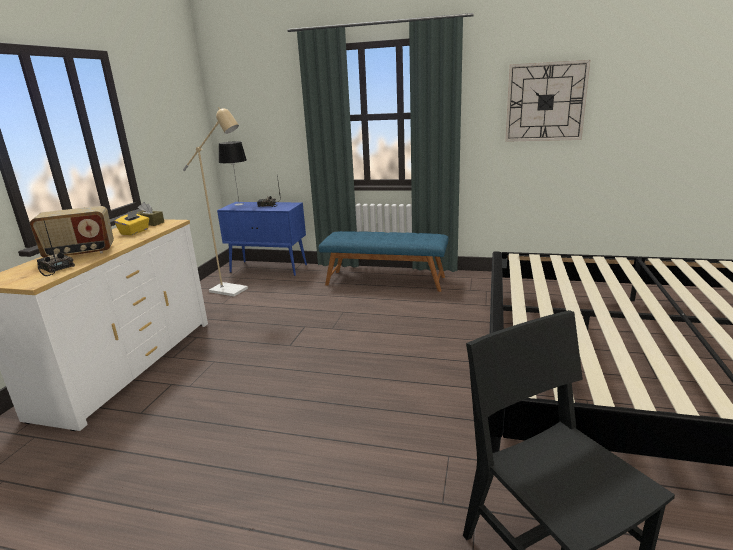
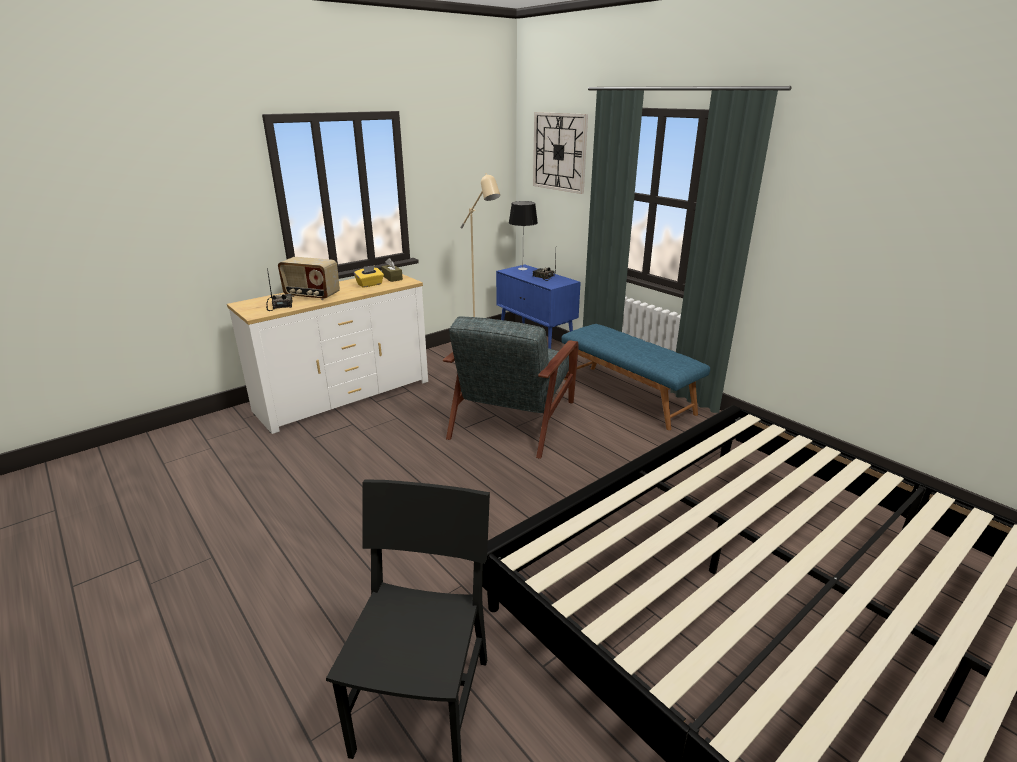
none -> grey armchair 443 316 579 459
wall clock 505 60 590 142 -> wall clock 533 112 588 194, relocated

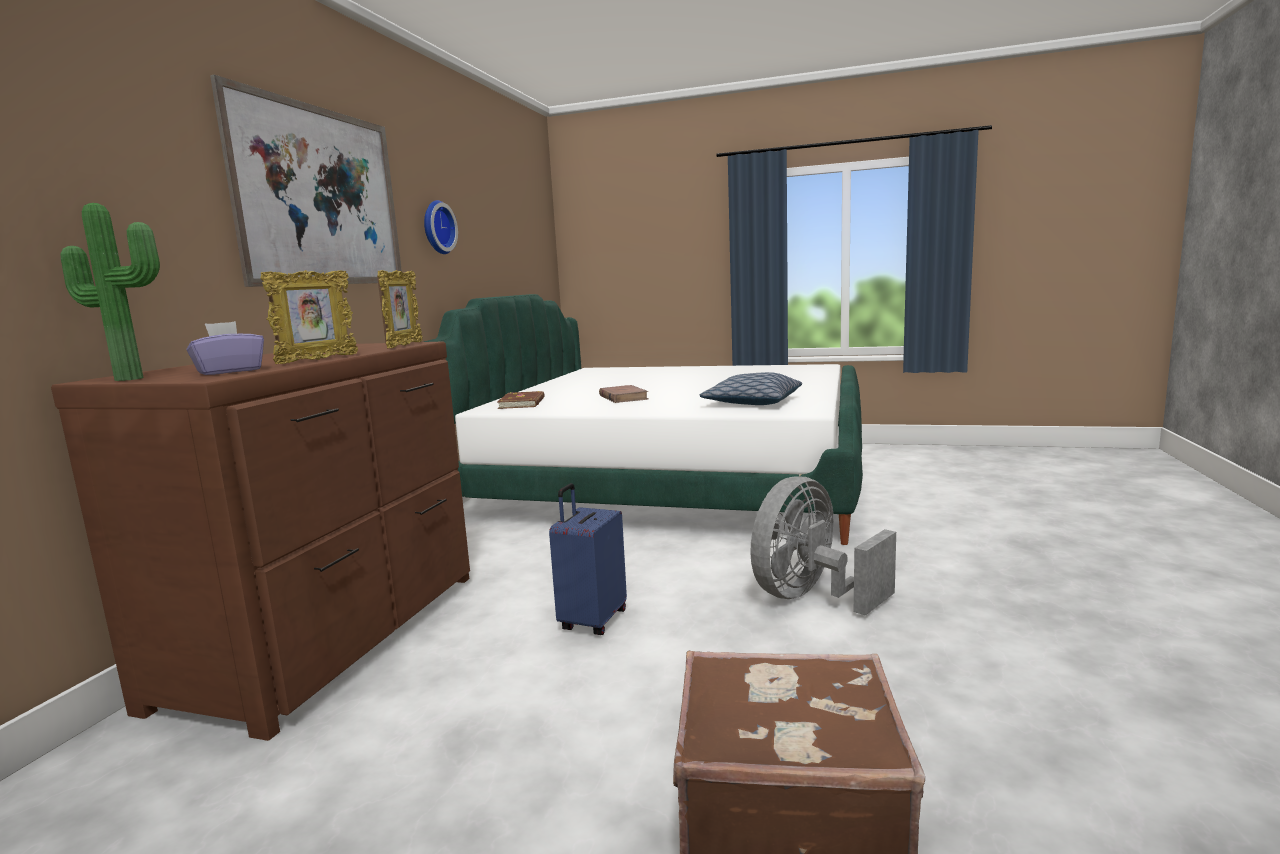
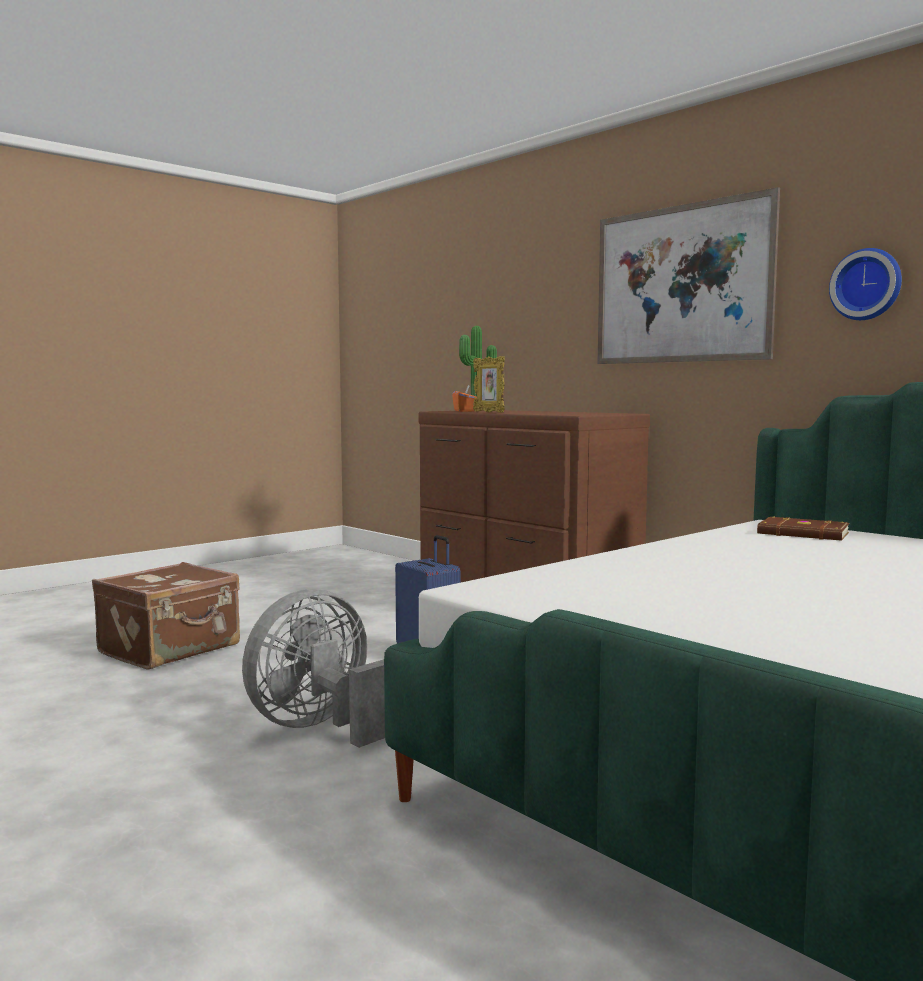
grey fan 750 476 896 616 -> grey fan 242 589 385 748, 120 degrees counterclockwise
purple tissue box 187 321 264 375 -> orange tissue box 452 385 477 412
picture frame 377 270 422 348 -> none
brown book 599 385 648 403 -> none
pillow 700 372 802 405 -> none

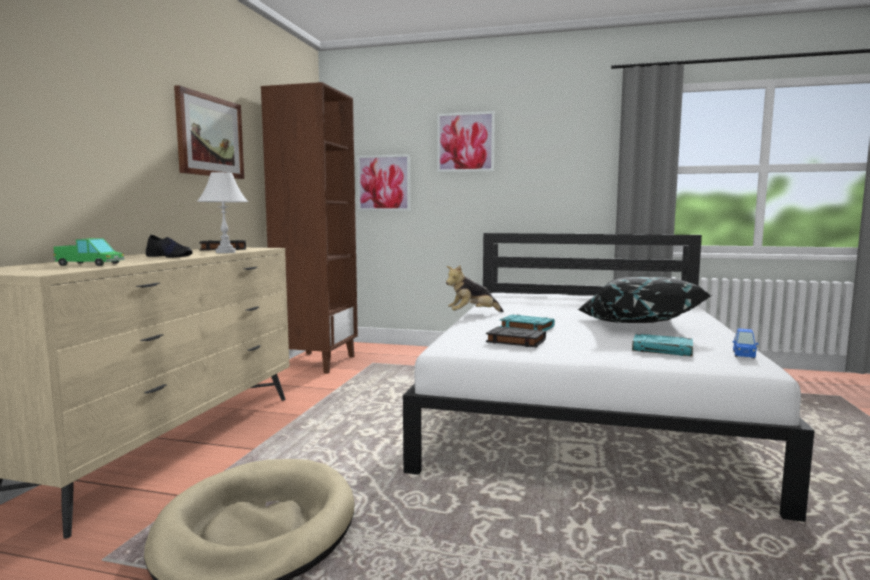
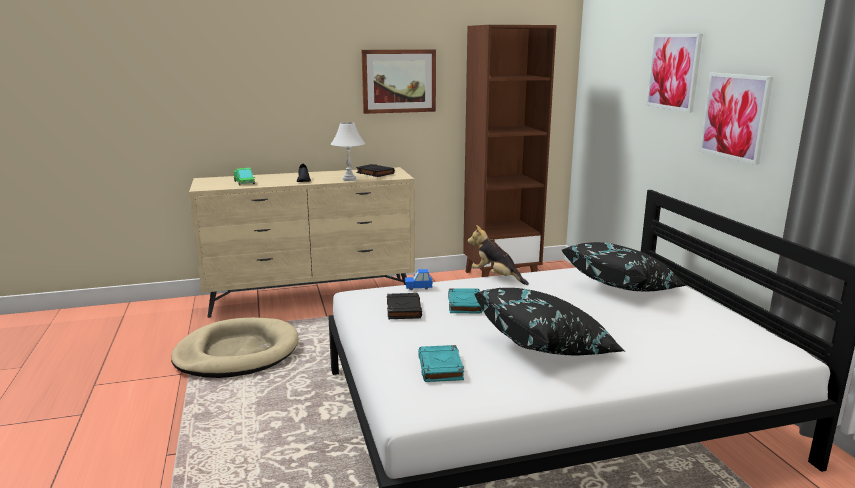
blue toy car 733 328 758 358 -> blue toy car 405 269 433 290, relocated
none -> black pillow 562 242 687 292
picture 357 154 411 211 -> picture 699 73 773 165, relocated

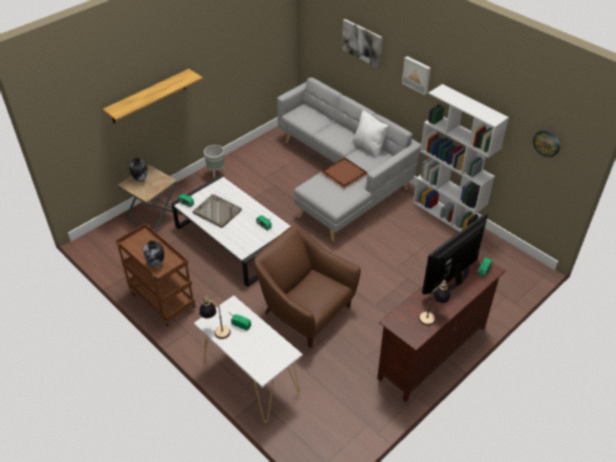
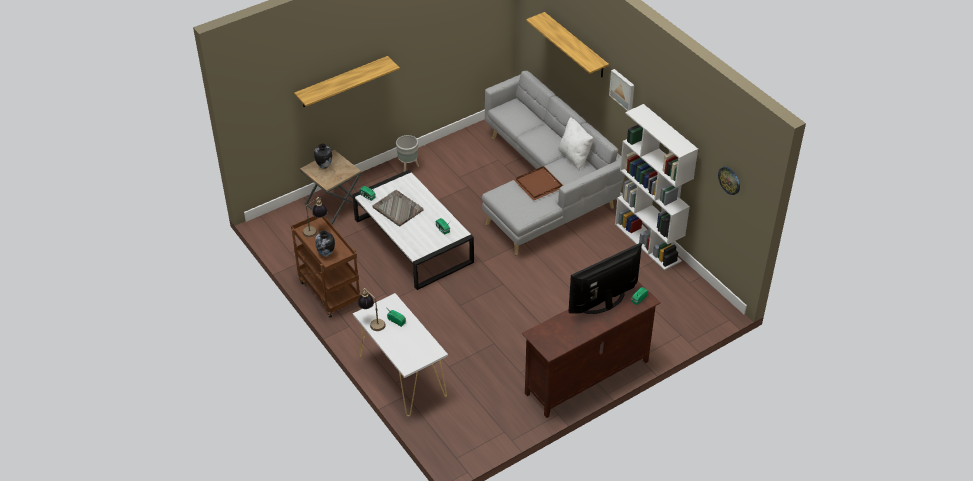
table lamp 419 279 451 326 -> table lamp 303 196 328 237, relocated
picture 342 19 383 68 -> shelf 526 12 609 77
brown armchair 254 225 361 348 -> none

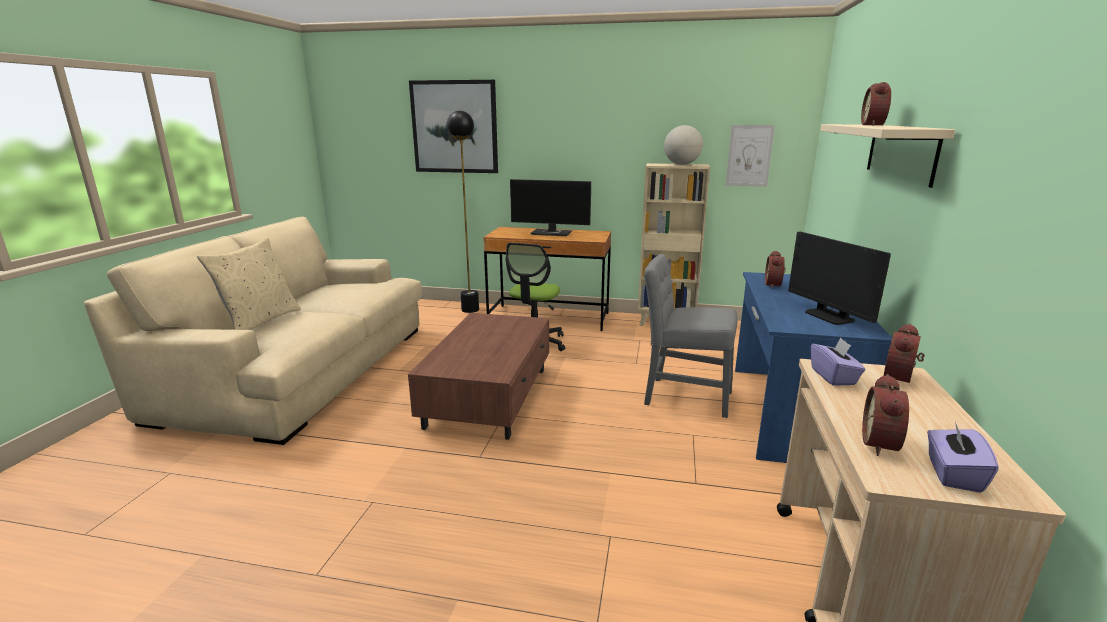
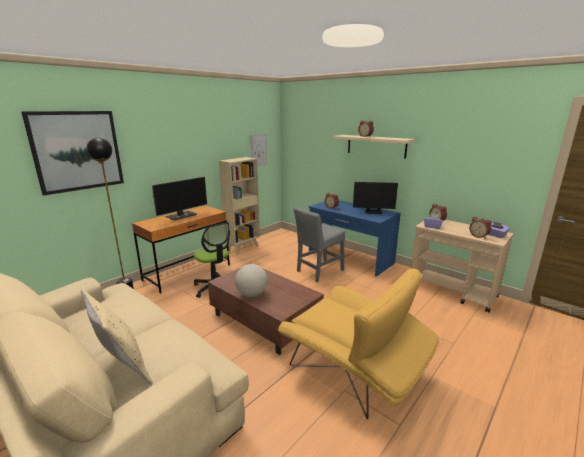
globe 664 125 703 165 -> globe 235 264 268 297, relocated
none -> yellow armchair 278 268 439 419

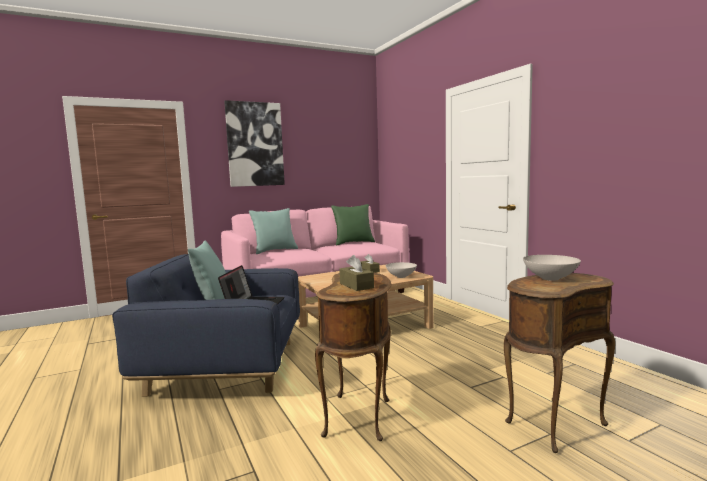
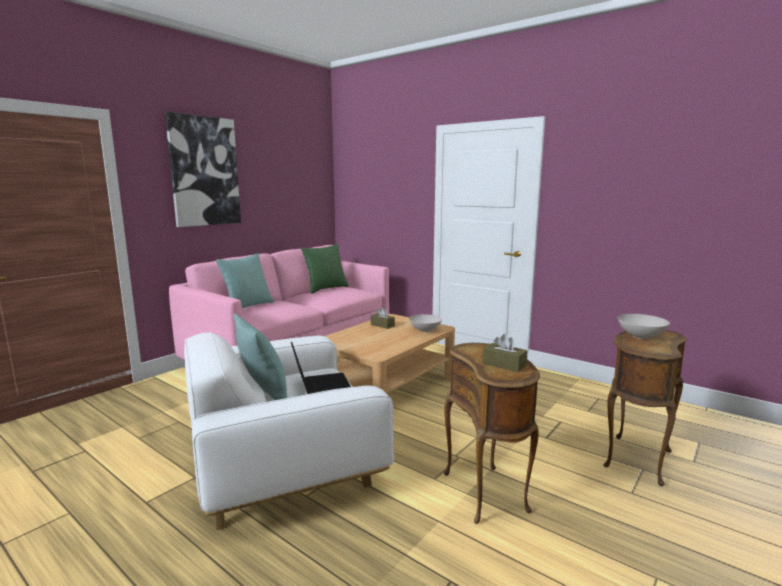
blue armchair 112 254 300 397 -> white armchair 184 332 394 530

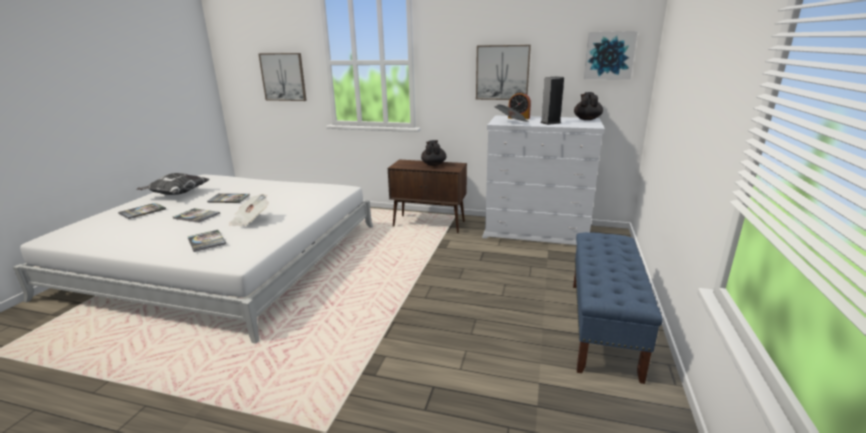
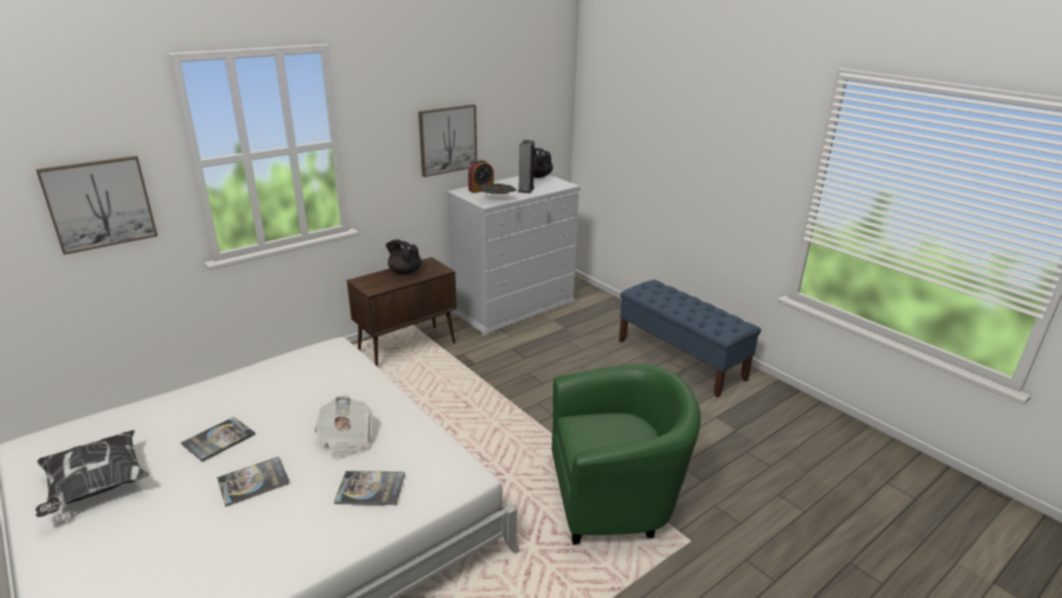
none -> green armchair 552 364 701 545
book 118 203 166 219 -> none
picture 584 31 638 79 -> none

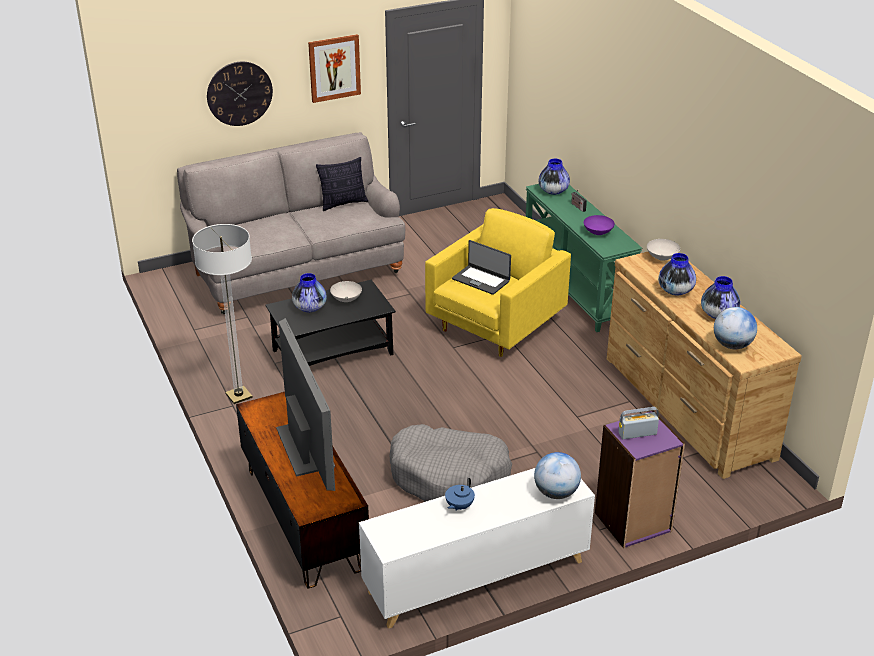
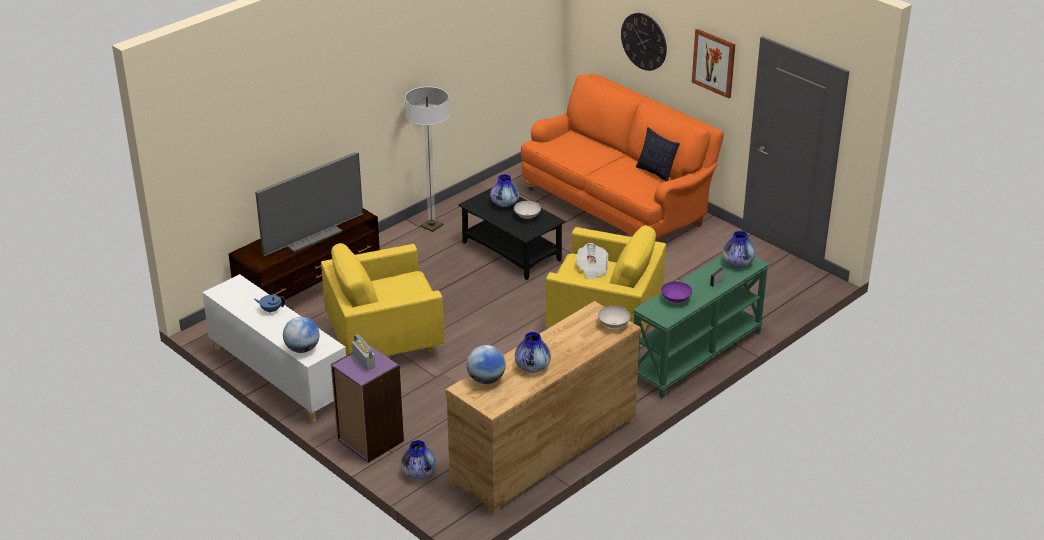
grey dog bed 390 424 512 502 -> yellow armchair 321 243 444 356
vase 658 253 696 296 -> vase 401 440 436 479, relocated
grey sofa 177 132 405 314 -> orange sofa 521 74 724 240
laptop 452 240 511 295 -> newspaper 576 243 608 280

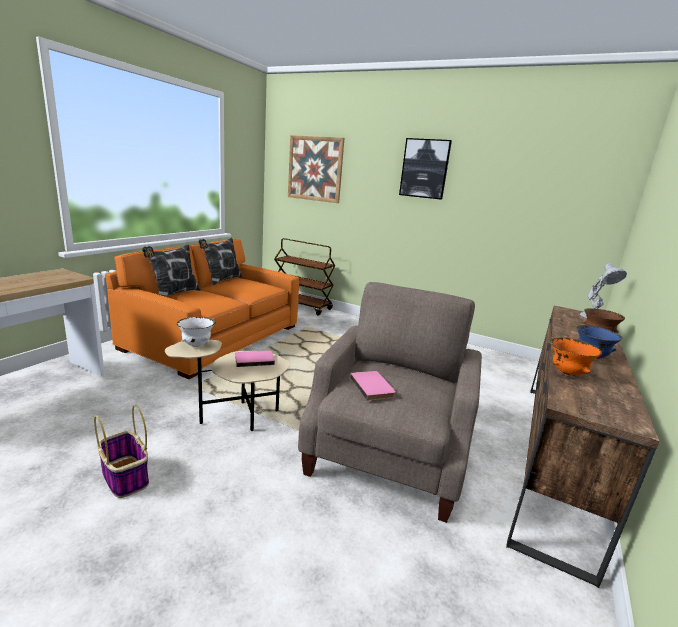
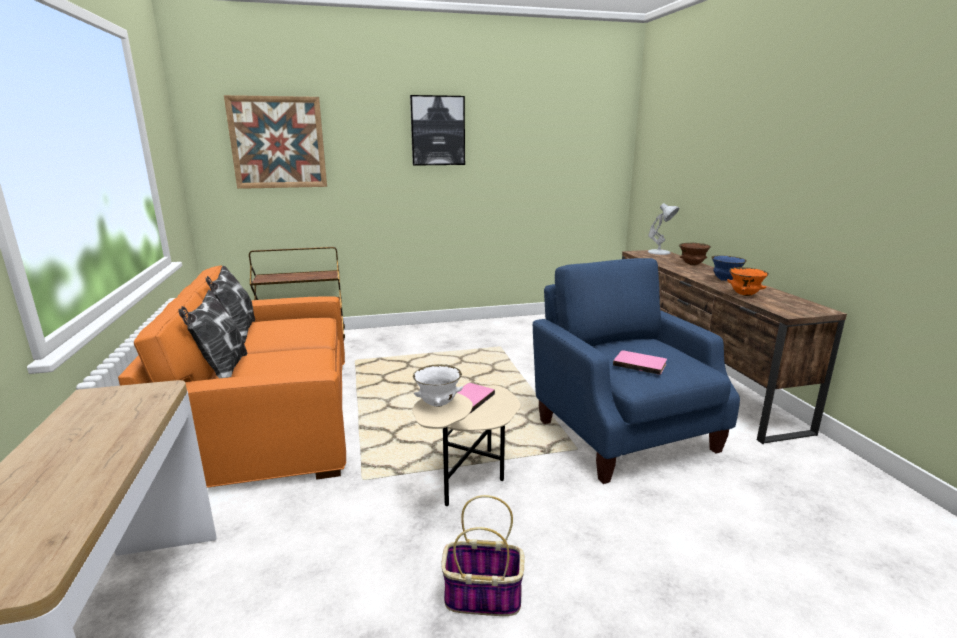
beige armchair 298 282 482 523 -> blue armchair 533 258 740 484

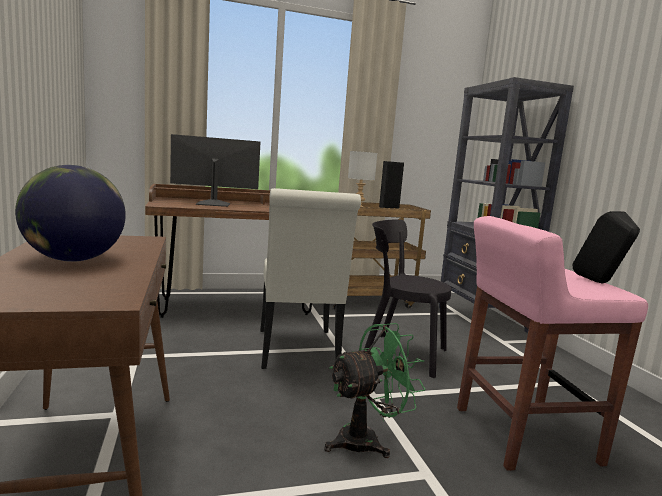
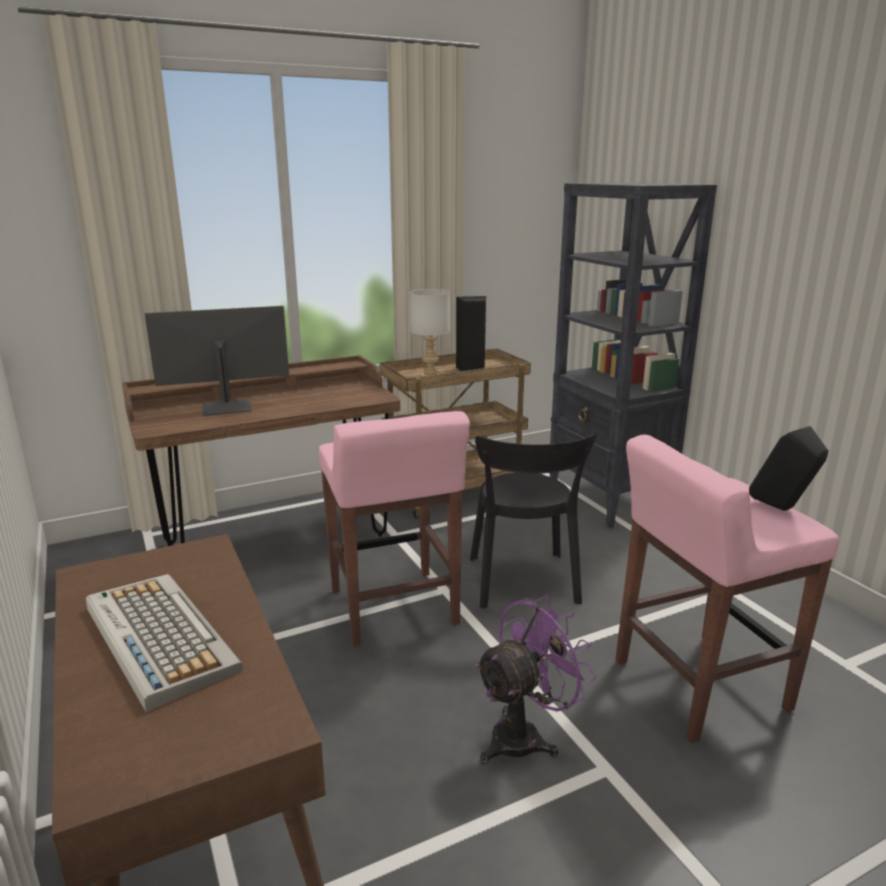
globe 15 165 126 262 -> keyboard 86 574 243 712
white chair 260 188 361 369 -> pink stool 319 411 470 646
black chair 364 219 451 378 -> black chair 470 433 597 609, 105 degrees counterclockwise
green fan 324 323 425 458 -> purple fan 474 595 596 764

